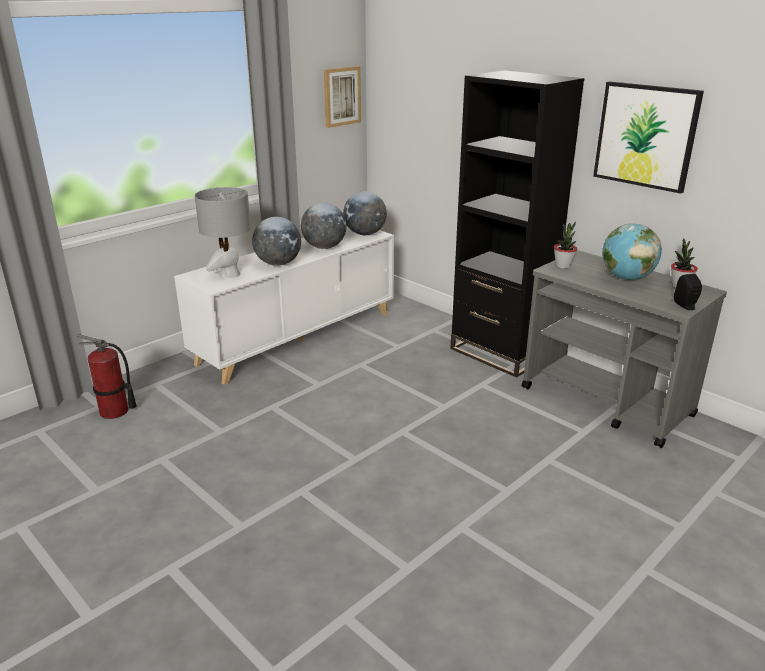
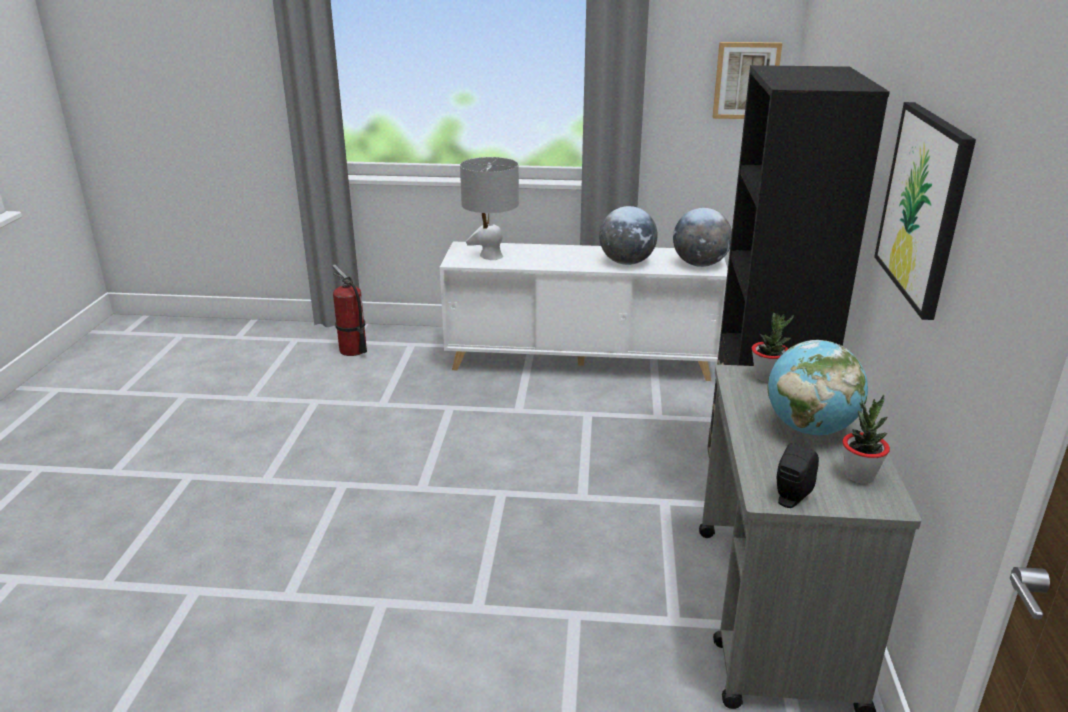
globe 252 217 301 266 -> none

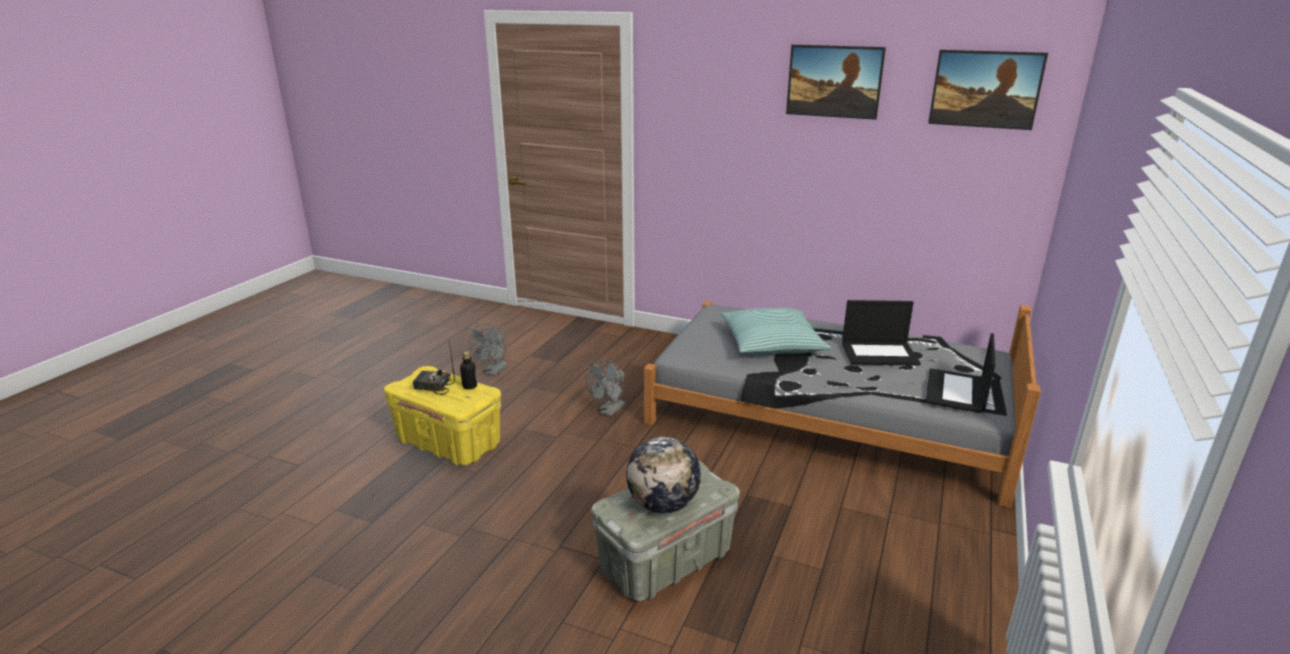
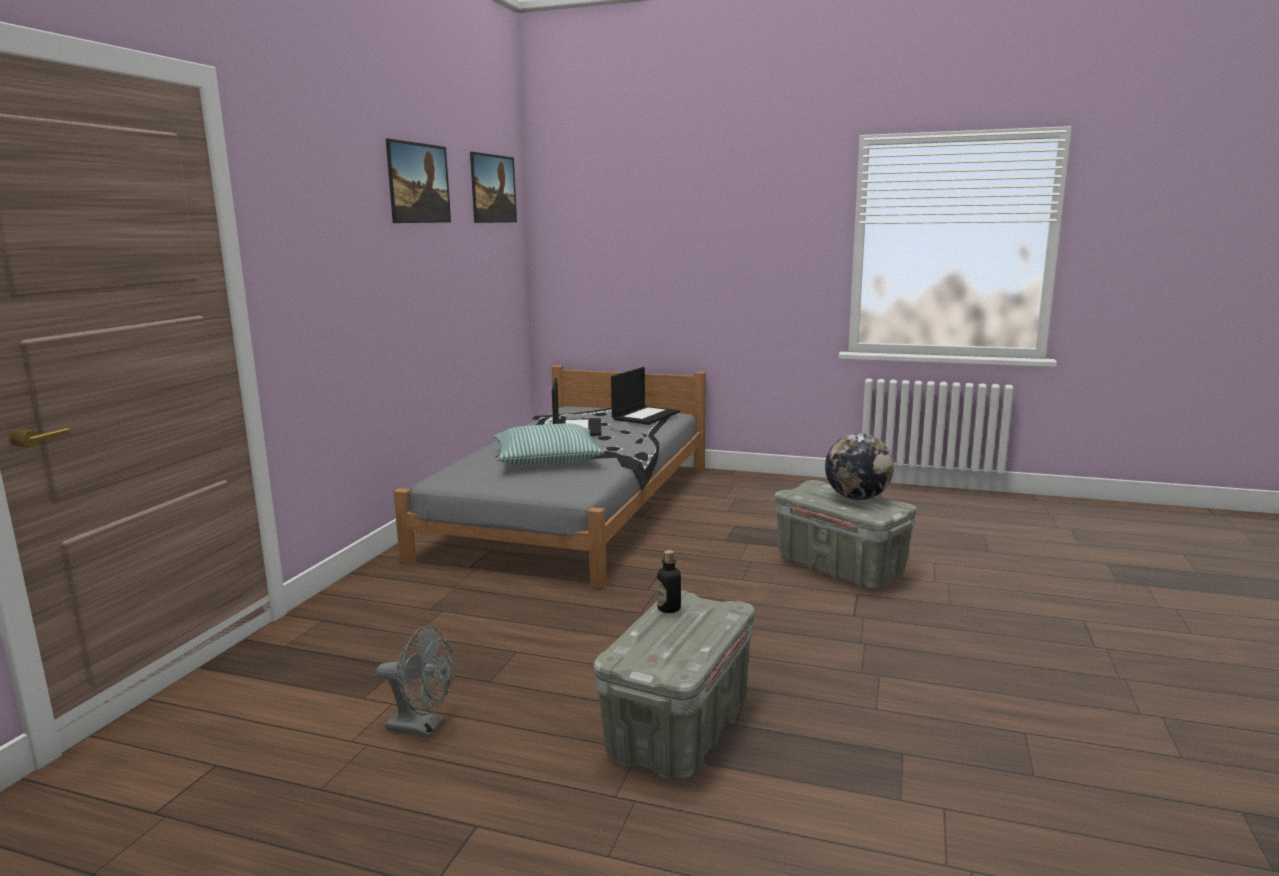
yellow storage box 384 366 501 465 -> grey storage box 594 590 755 778
laptop 925 333 995 413 -> laptop 611 367 680 425, 75 degrees counterclockwise
radio 413 340 455 395 -> none
grey fan 586 359 626 417 -> none

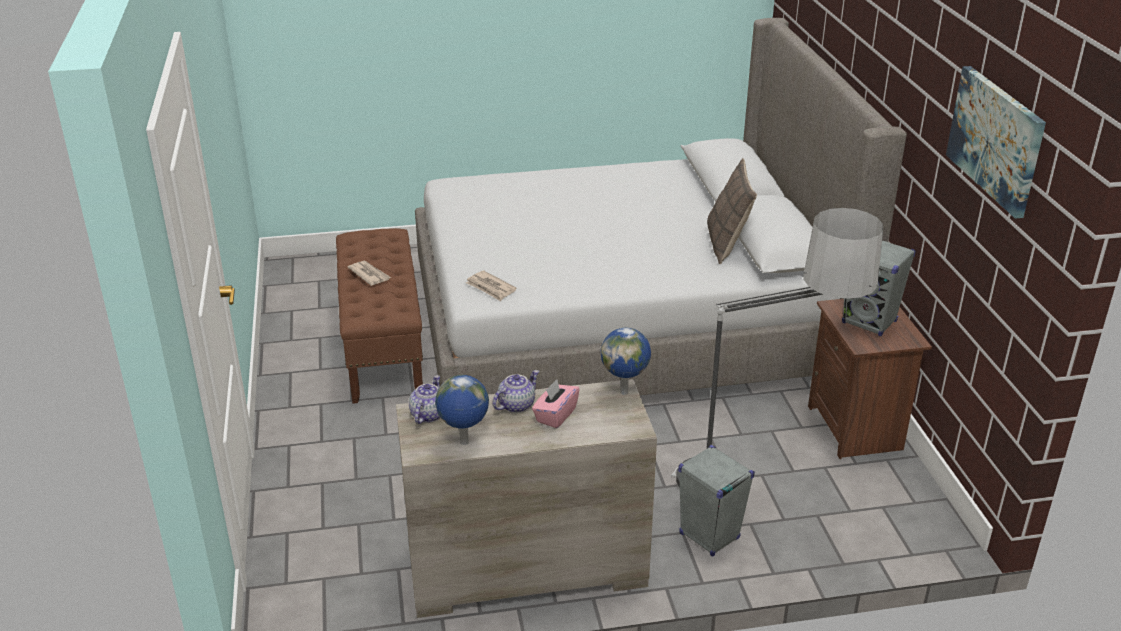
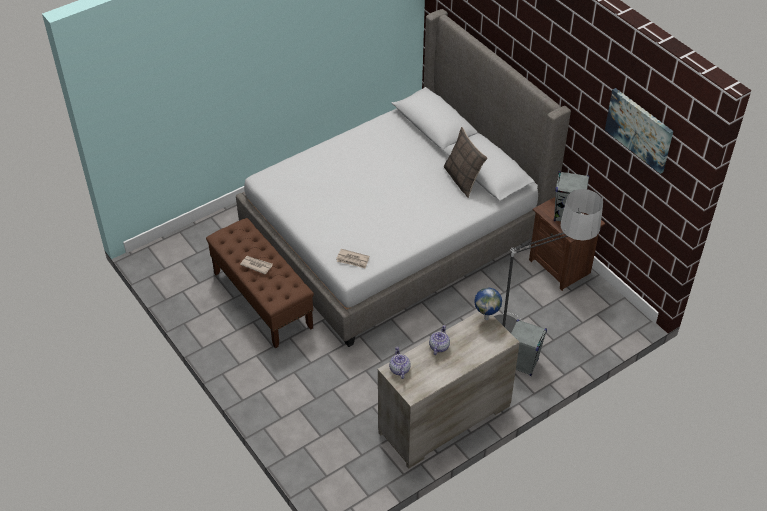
globe 435 375 489 445 -> none
pink tissue box 532 379 580 428 -> none

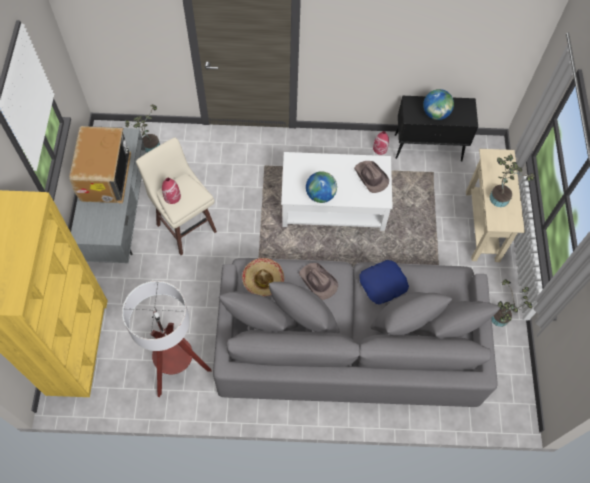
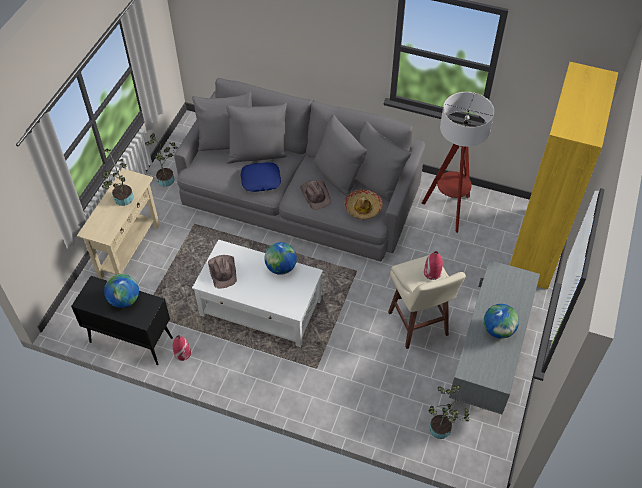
television 69 126 131 203 -> globe 484 304 519 339

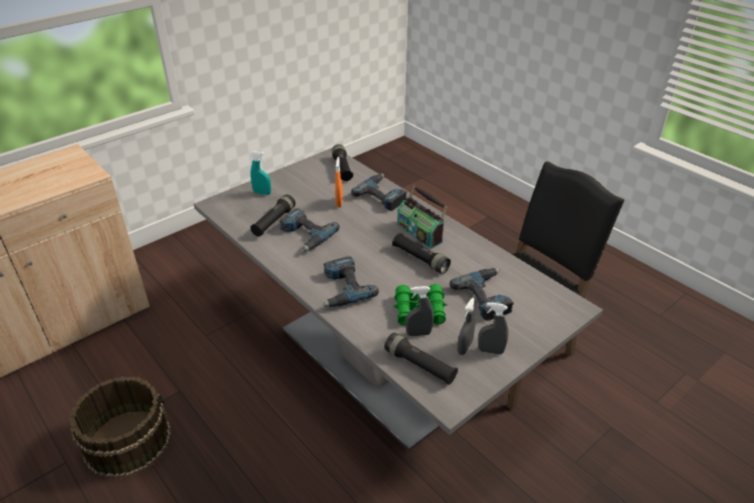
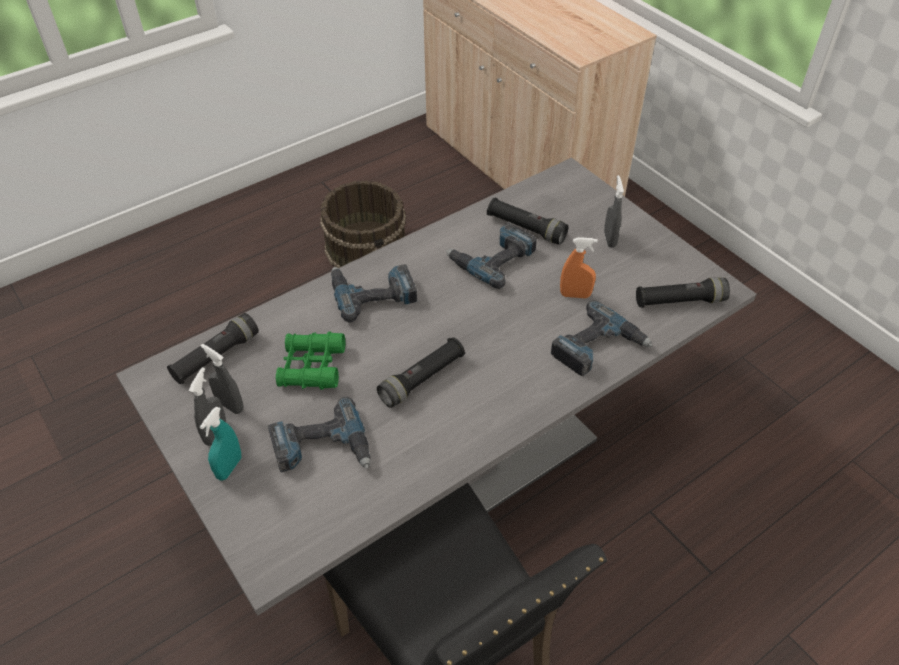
turquoise spray bottle 250 151 271 195 -> turquoise spray bottle 200 407 241 481, relocated
grey spray bottle 406 286 434 336 -> grey spray bottle 604 175 624 248, relocated
radio 397 186 447 249 -> none

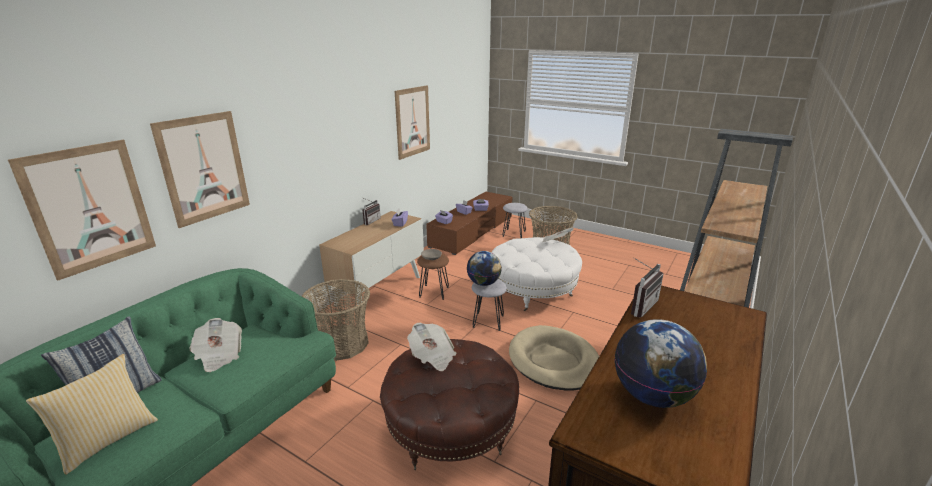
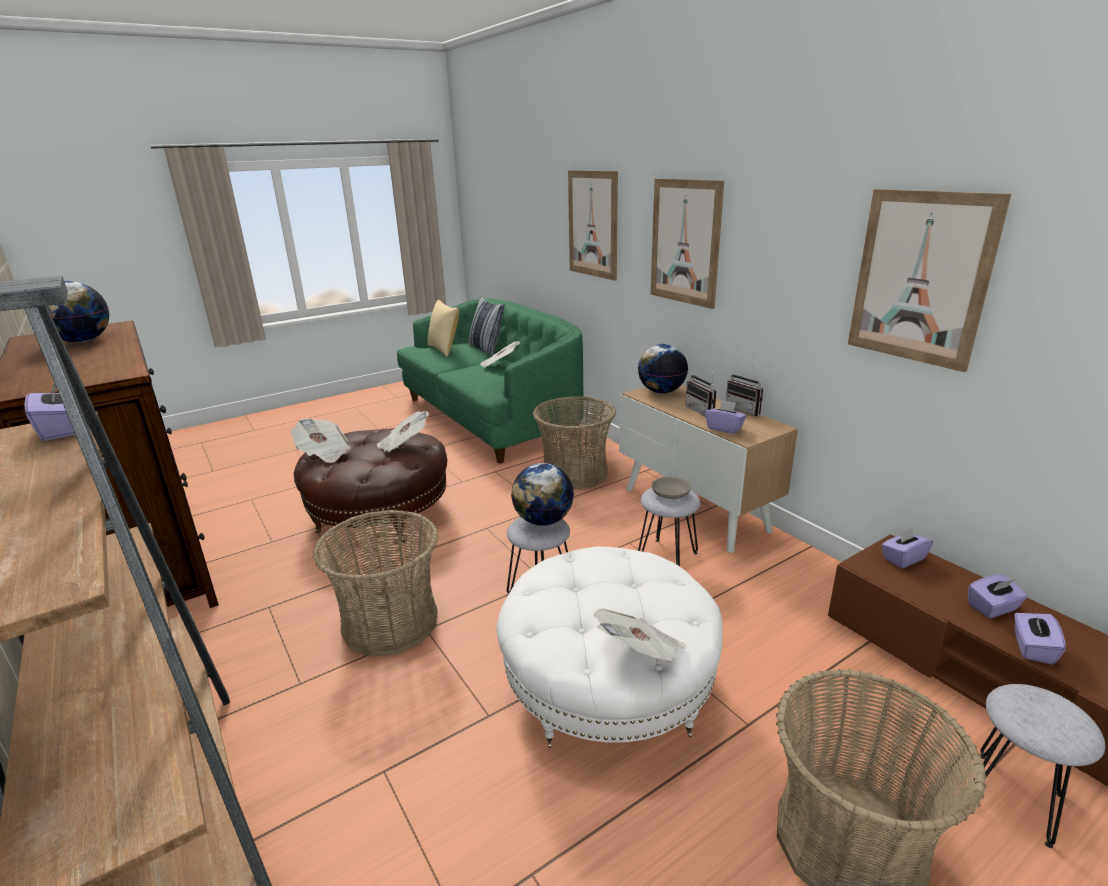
none -> purple tissue box 25 383 75 441
none -> newspaper 290 418 351 463
beige dog bed 509 325 599 391 -> basket 313 509 439 657
none -> globe 638 344 688 393
brown stool 417 254 449 300 -> grey stool 638 488 700 567
picture 8 140 156 280 -> picture 651 179 724 309, relocated
radio 631 257 663 318 -> radio 686 367 716 417, relocated

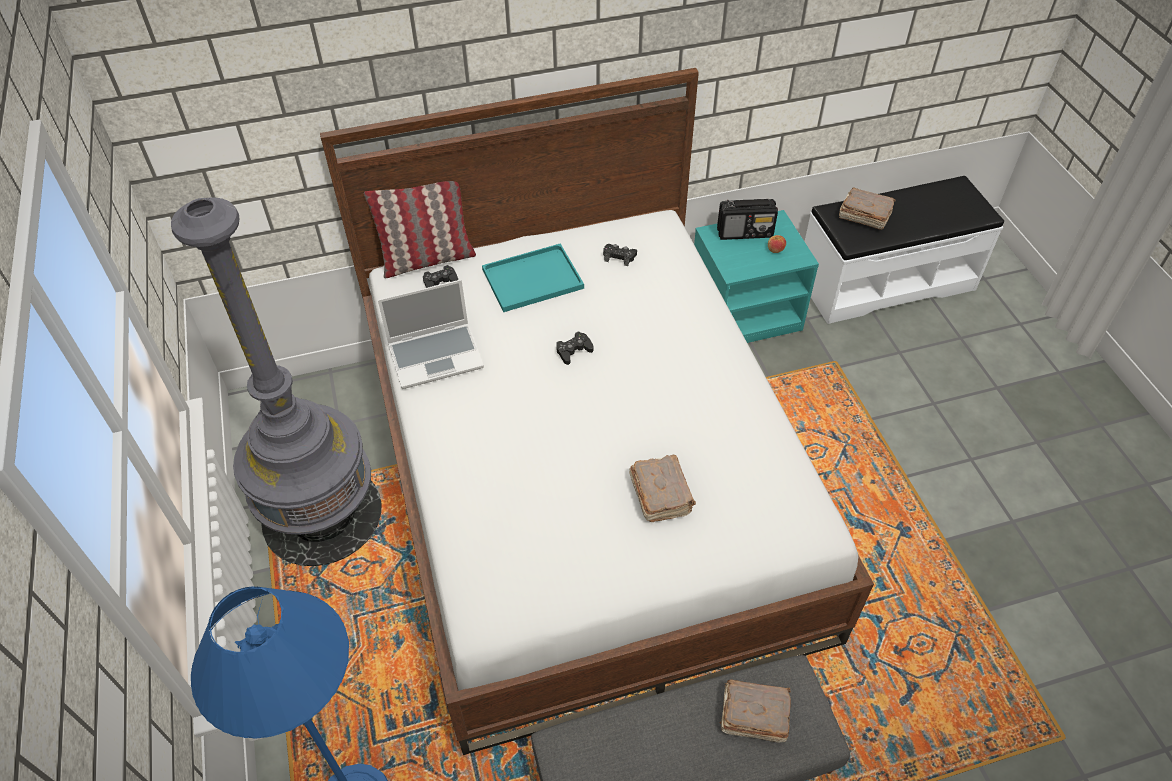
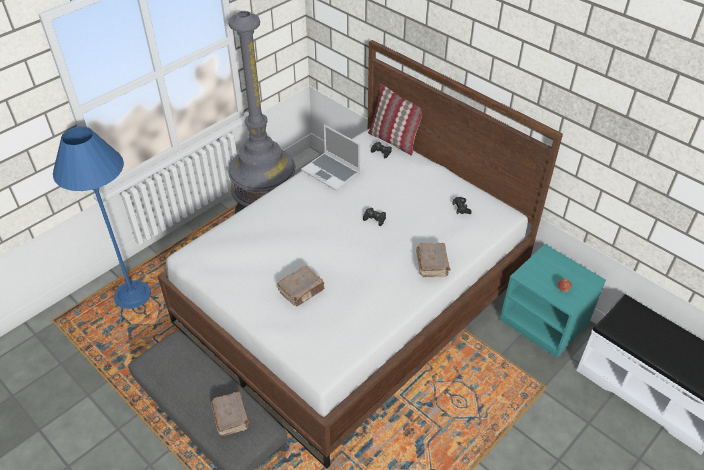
brown book 839 187 896 230 -> brown book 416 243 451 277, relocated
turquoise tray 482 244 584 312 -> none
radio 717 198 778 240 -> none

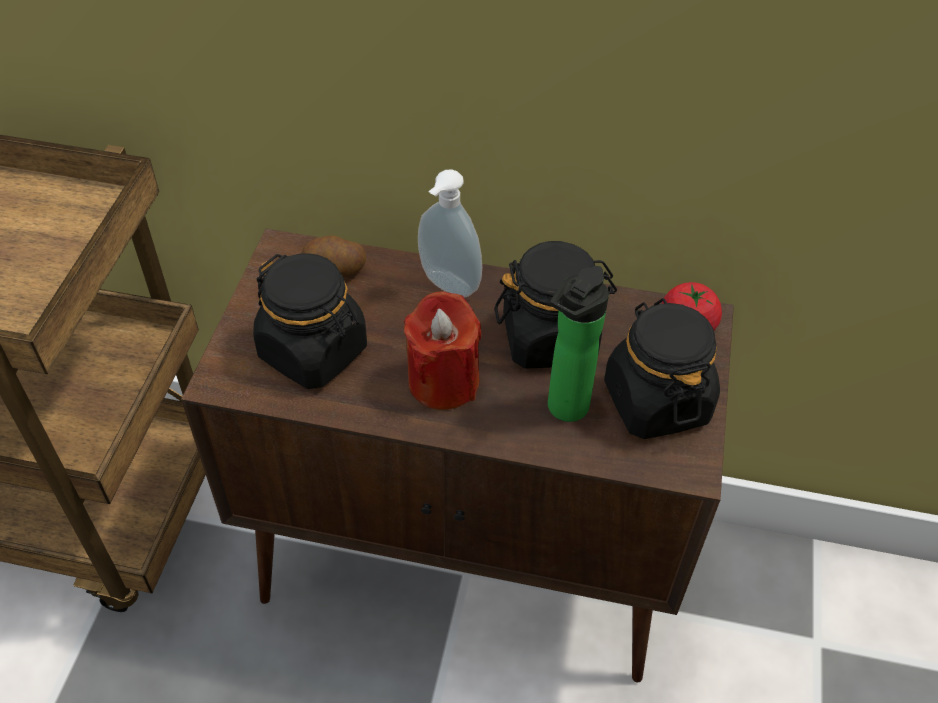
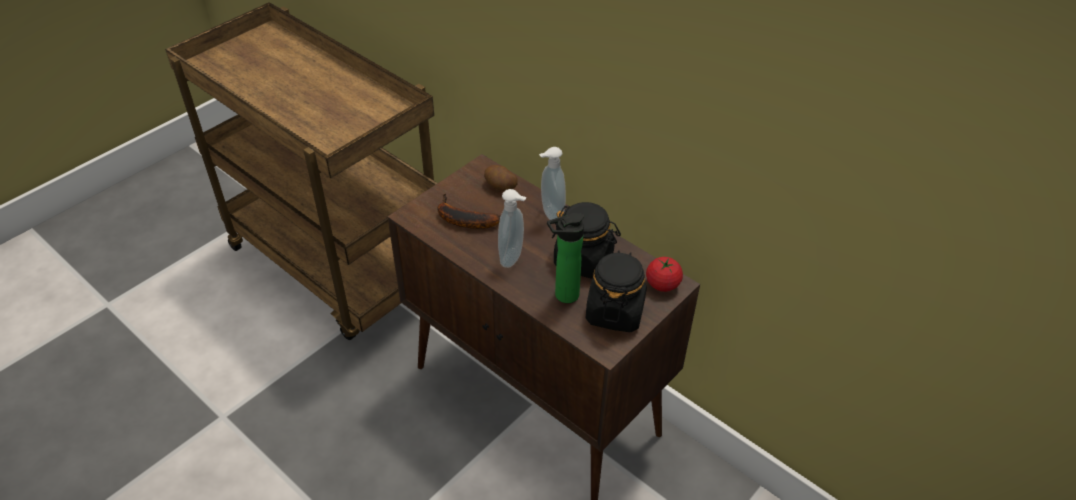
black jar 253 253 367 389 -> banana 437 193 500 229
red candle 404 291 482 410 -> soap dispenser 498 189 527 268

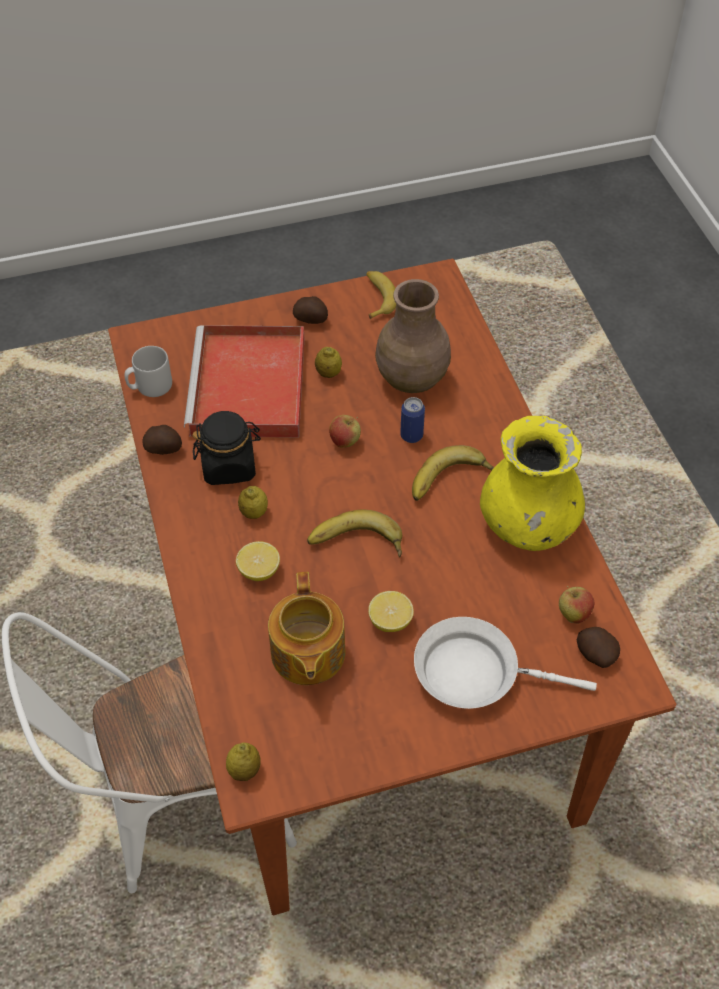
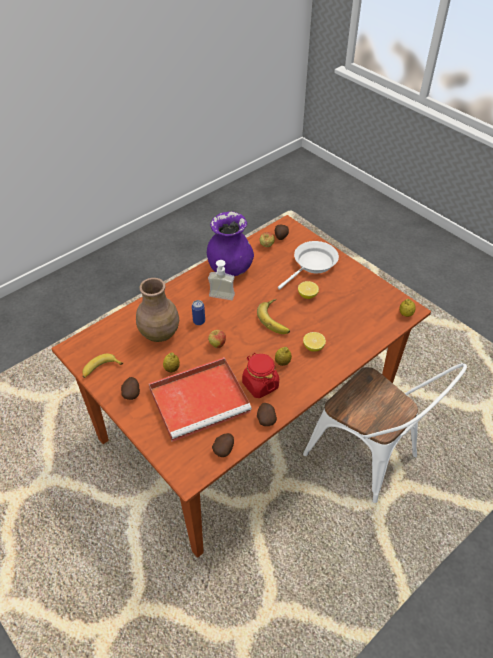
yellow vase 480 416 585 551 -> purple vase 207 211 254 276
banana 412 445 494 501 -> soap dispenser 208 260 235 300
grey mug 124 346 172 397 -> potato 212 433 234 457
black jar 192 411 261 485 -> red jar 242 353 279 398
white frying pan 414 617 597 709 -> white frying pan 278 241 339 290, 120 degrees counterclockwise
teapot 268 572 346 685 -> none

